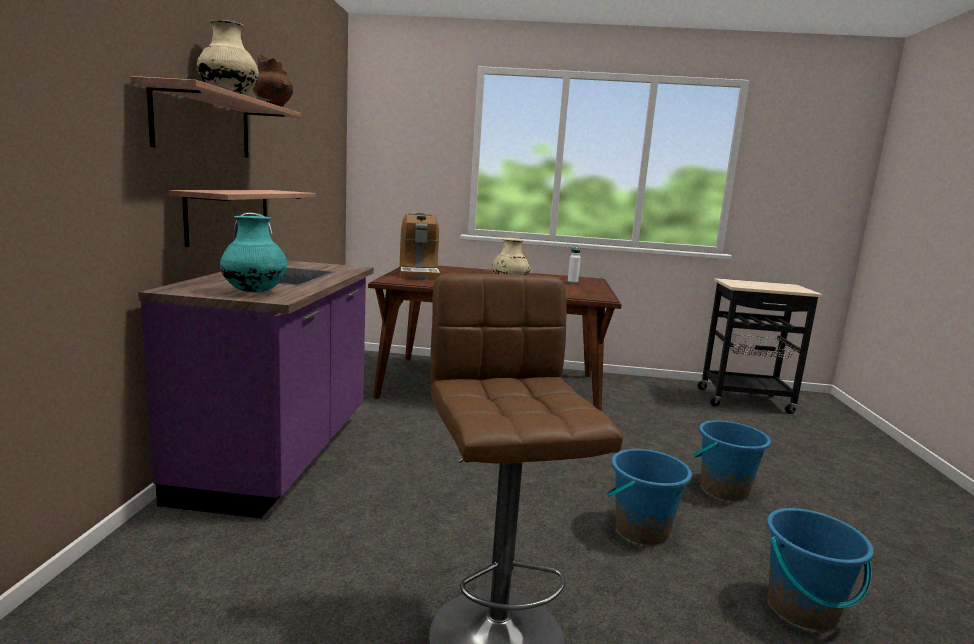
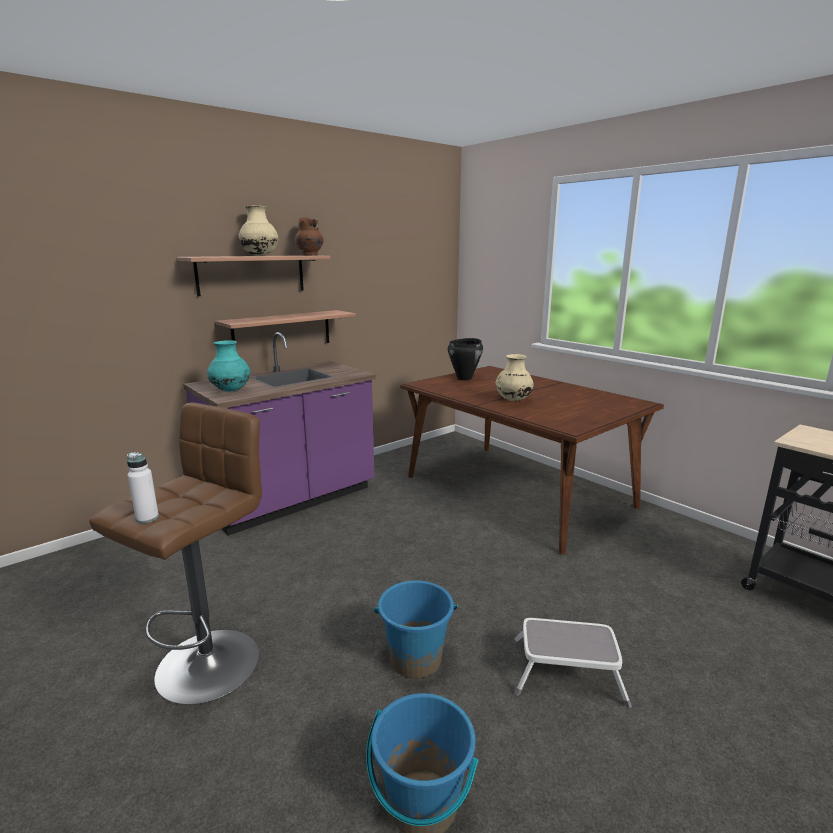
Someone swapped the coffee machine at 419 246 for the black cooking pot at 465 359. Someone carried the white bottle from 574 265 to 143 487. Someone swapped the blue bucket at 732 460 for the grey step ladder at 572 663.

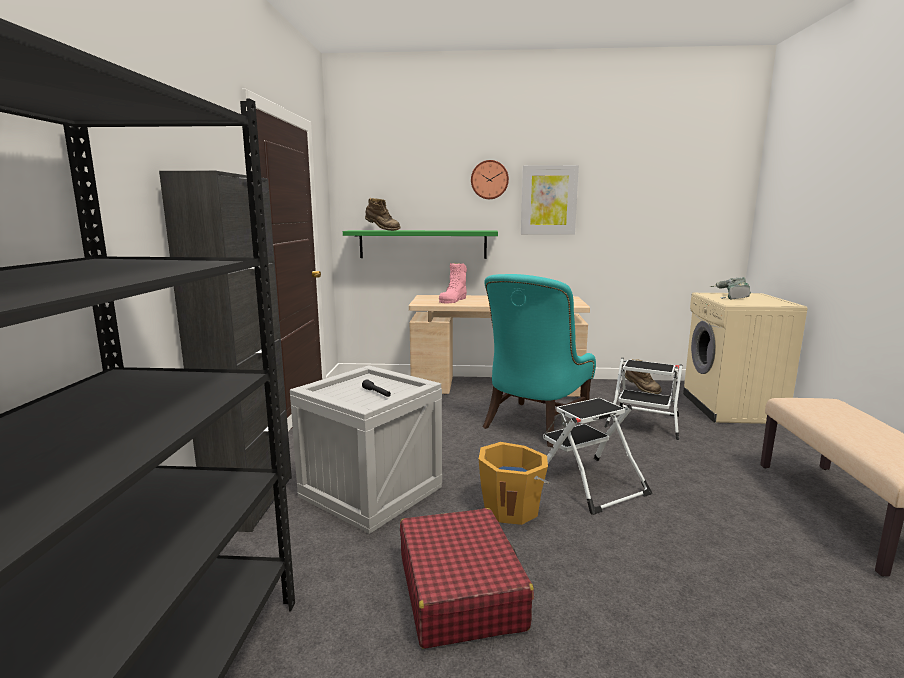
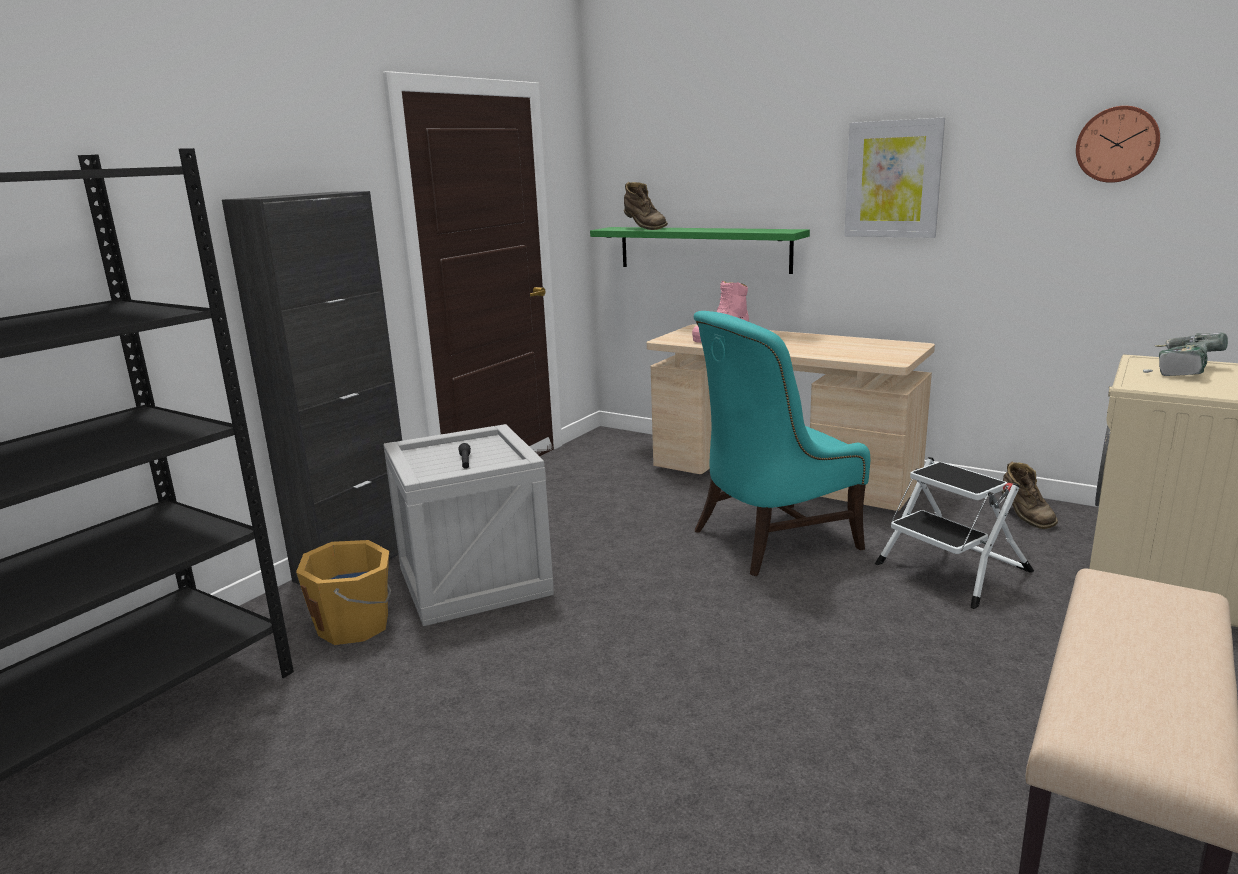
Someone took away the red suitcase at 467 578. Someone carried the wall clock from 490 179 to 1118 144. Someone carried the orange bucket from 515 483 to 343 592. Someone took away the step ladder at 598 456.

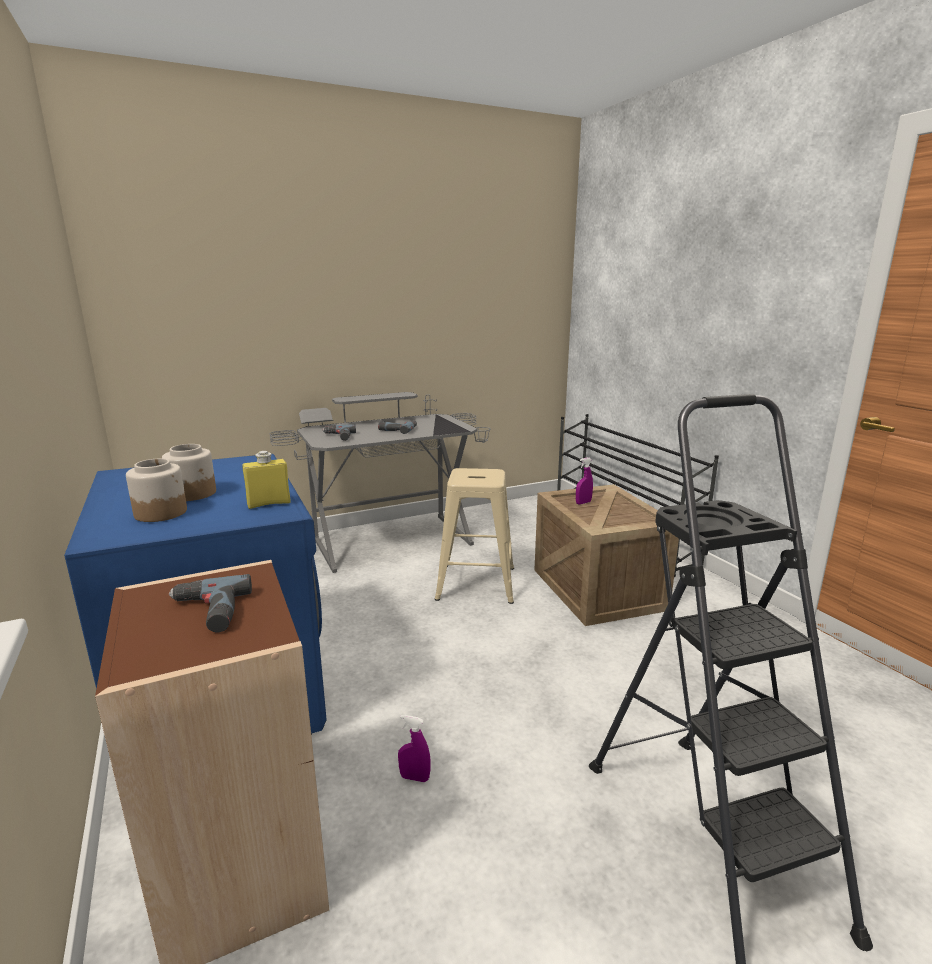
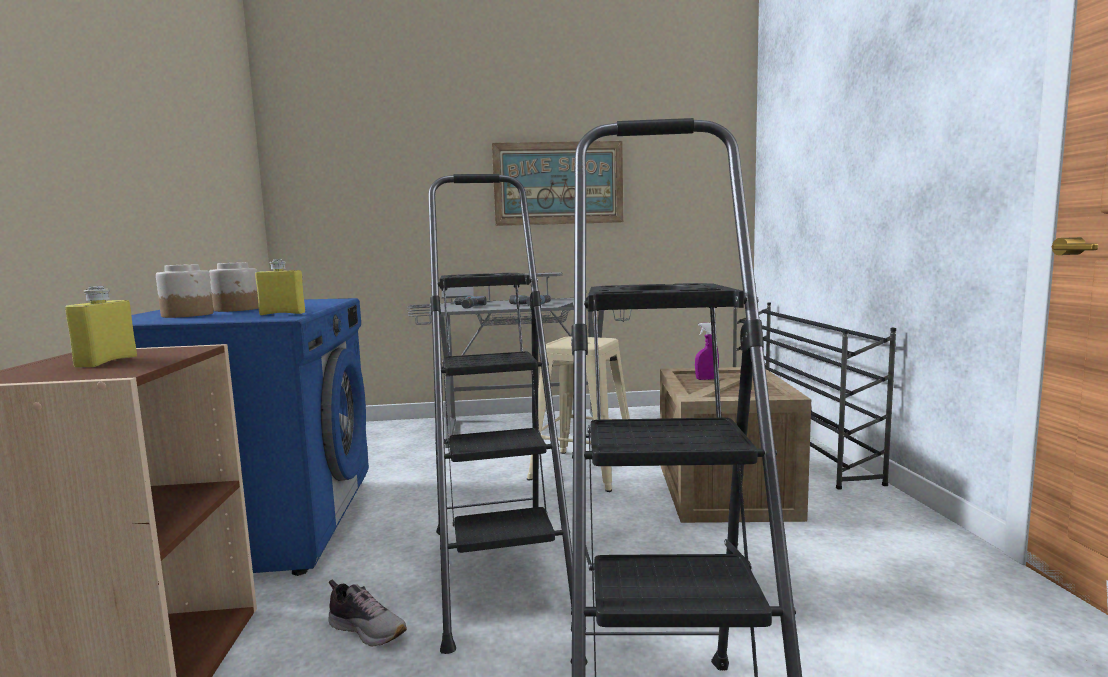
Someone swapped the power drill at 210 603 for the yellow bottle at 101 327. Someone swapped the purple spray bottle at 414 748 for the shoe at 368 613. Someone put down the step ladder at 500 414. Someone put up the picture at 557 183.

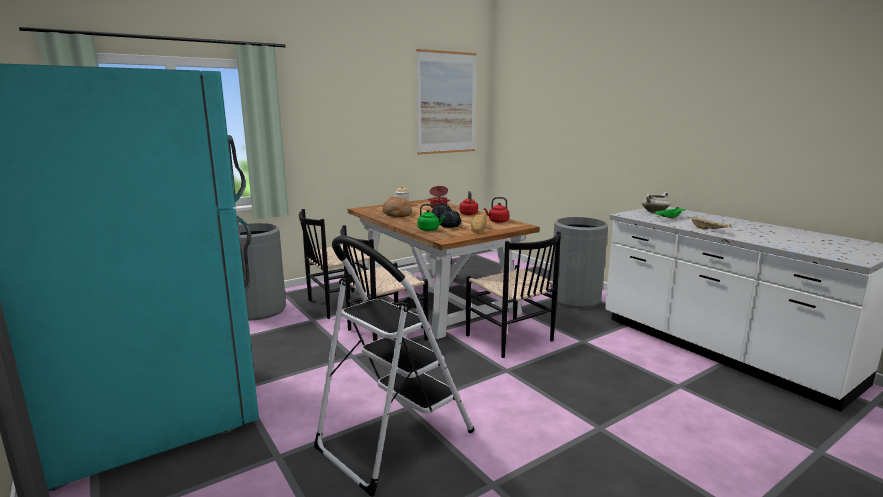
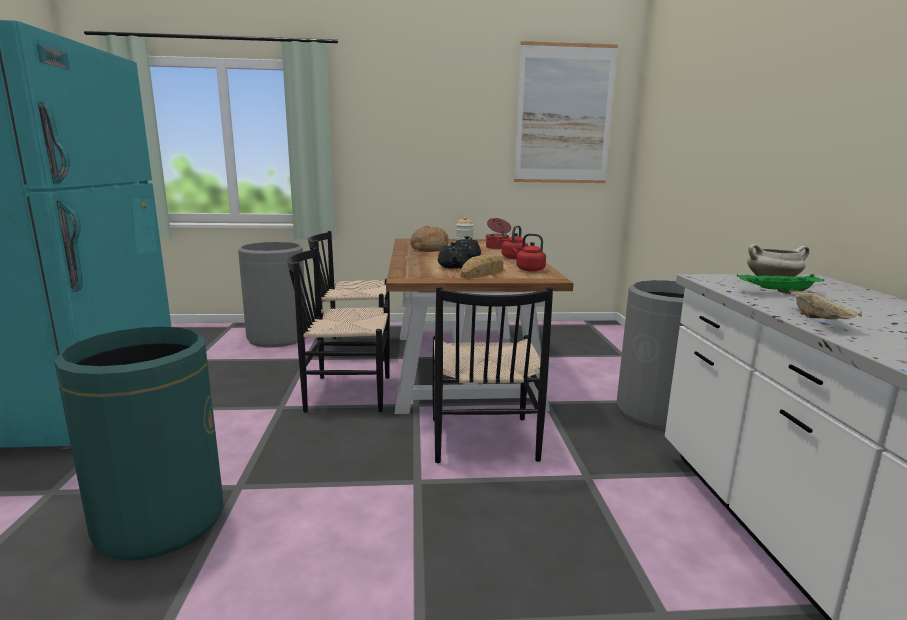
Someone swapped the step ladder at 394 366 for the green trash can at 138 444. Someone took away the green kettle at 431 217.

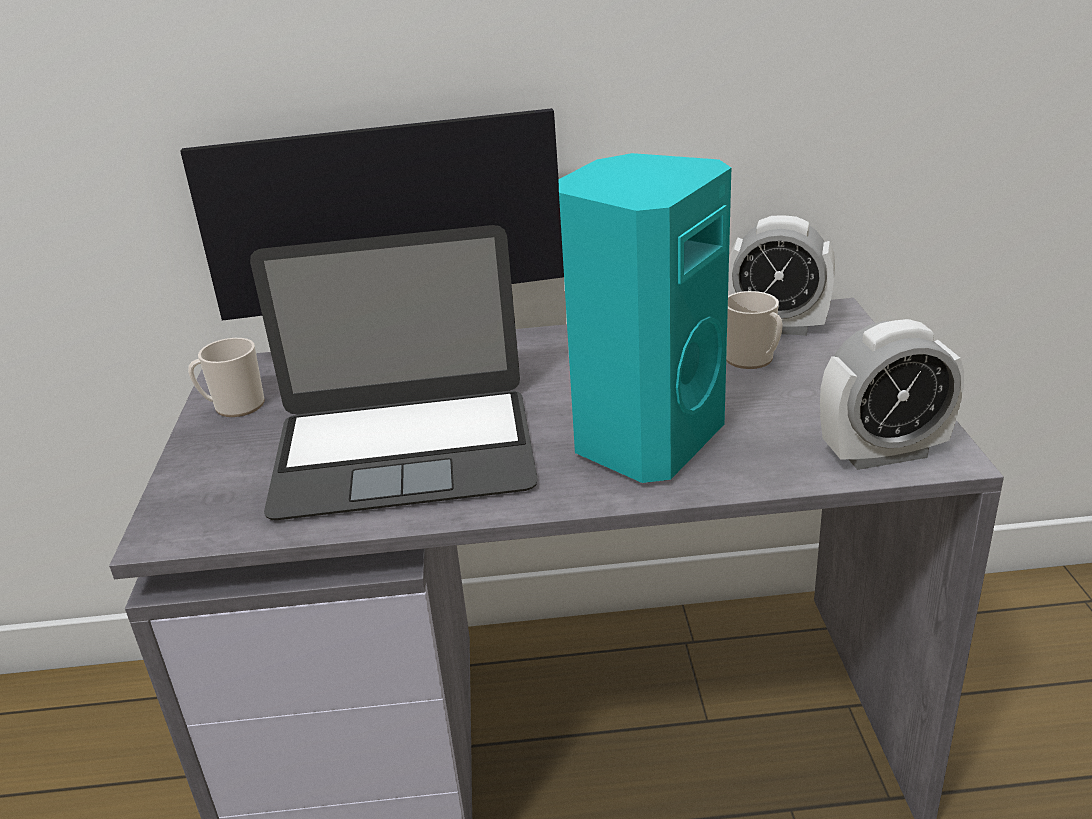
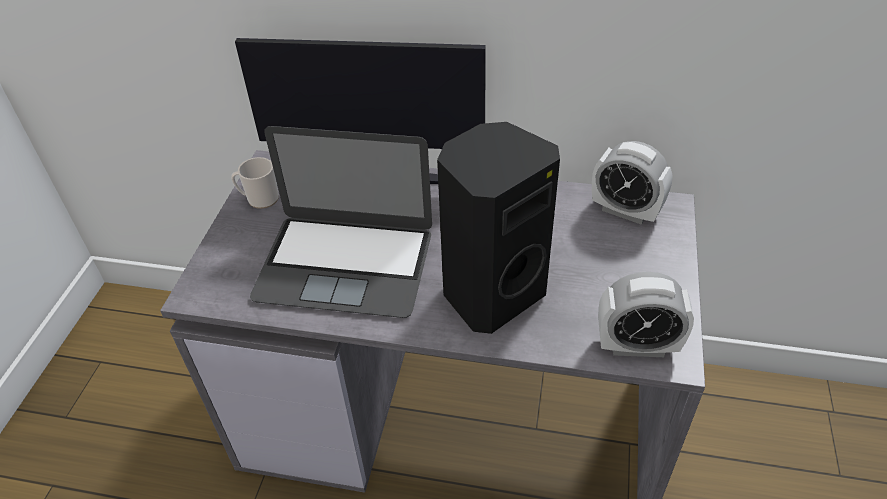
Someone repainted the turquoise speaker at 644 318, which became the black speaker at 498 228. Someone took away the mug at 754 330.

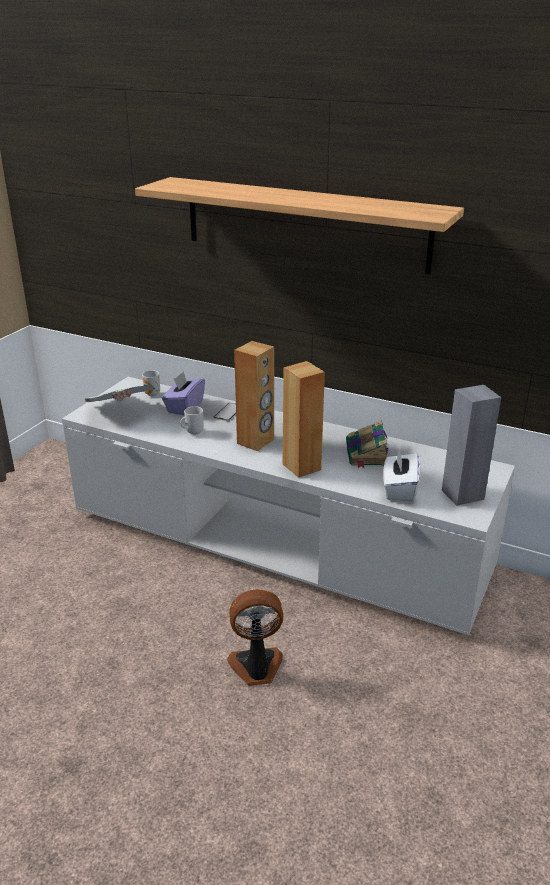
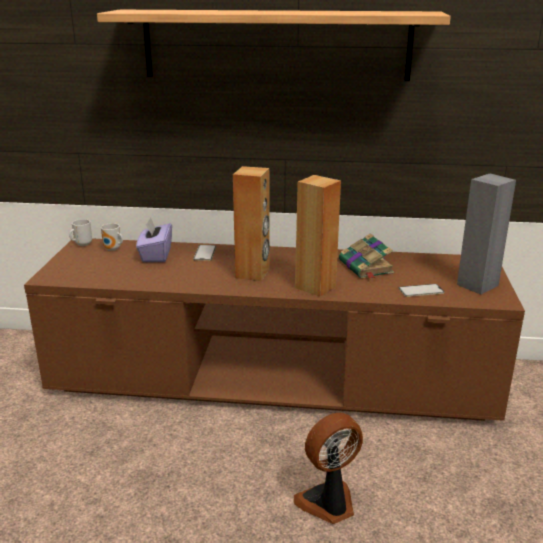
Someone repainted the white tv stand at 288 506, which became the brown tv stand at 274 329. Someone took away the newspaper at 120 393. Someone carried the mug from 192 420 to 80 232. Someone swapped the white tissue box at 401 476 for the phone at 421 290.

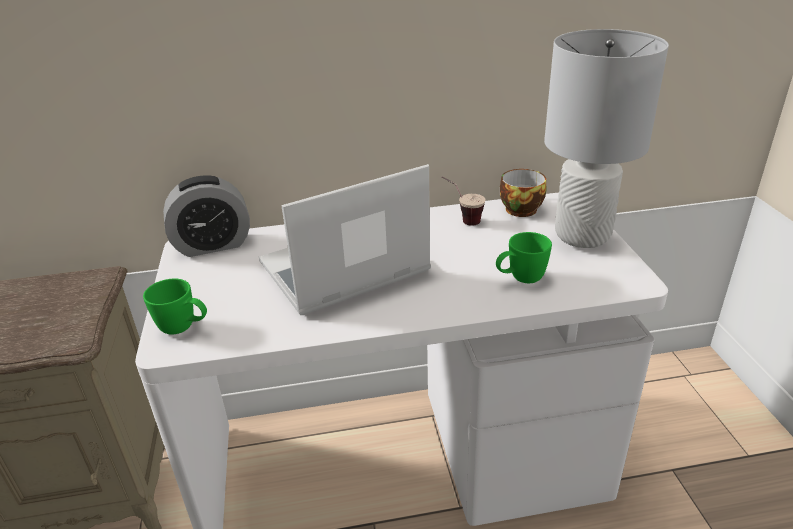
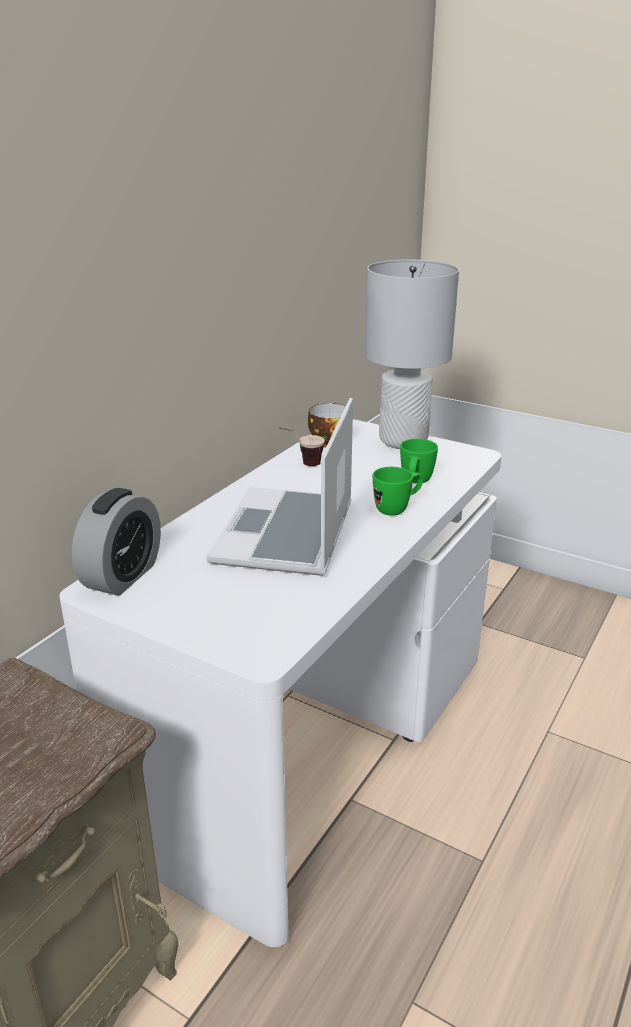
Someone carried the green mug from 175 307 to 398 491.

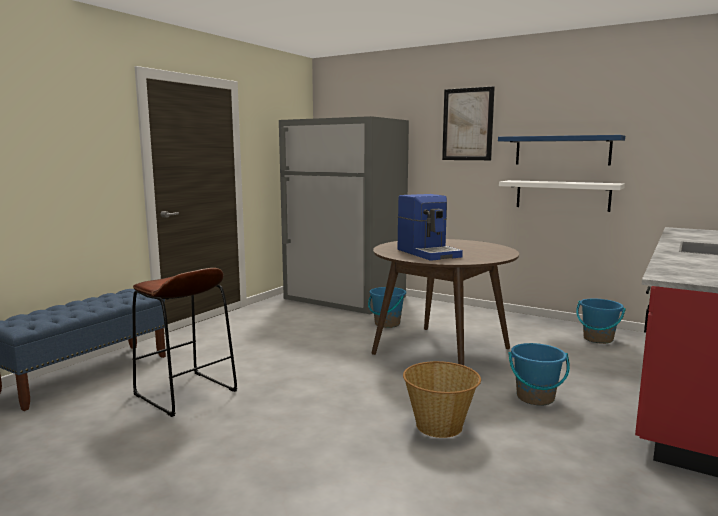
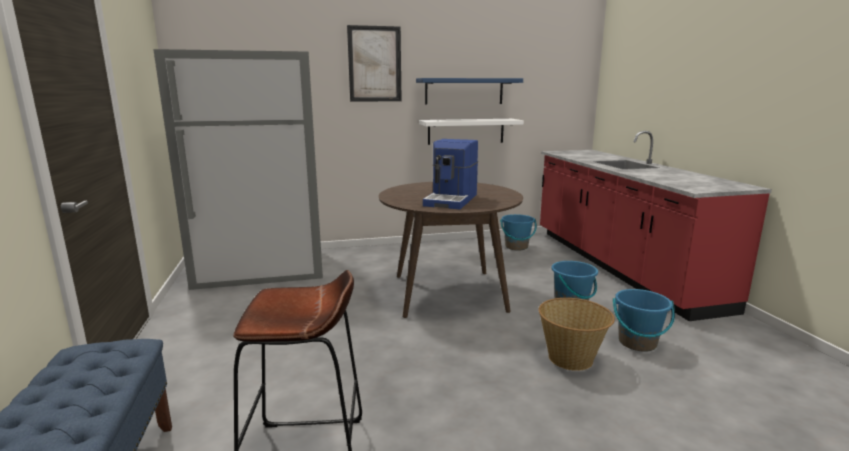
Someone carried the blue bucket from 387 307 to 644 320. Someone rotated the coffee machine at 430 227 by 90 degrees clockwise.

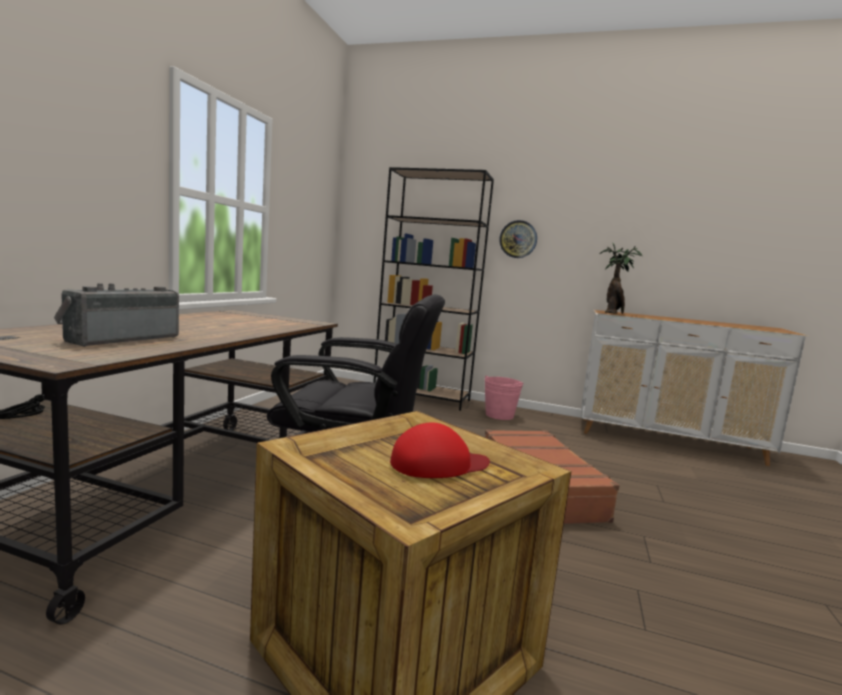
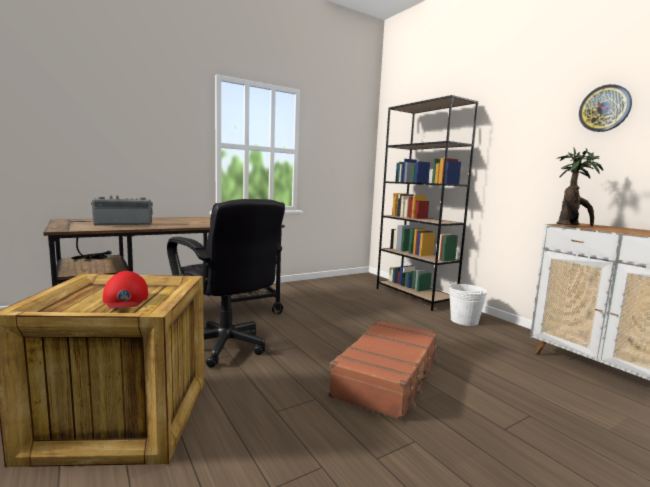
Someone rotated the red cap at 440 450 by 45 degrees clockwise. Someone repainted the pink bucket at 503 398, which became the white bucket at 468 304. Someone carried the wall clock from 518 239 to 605 108.

